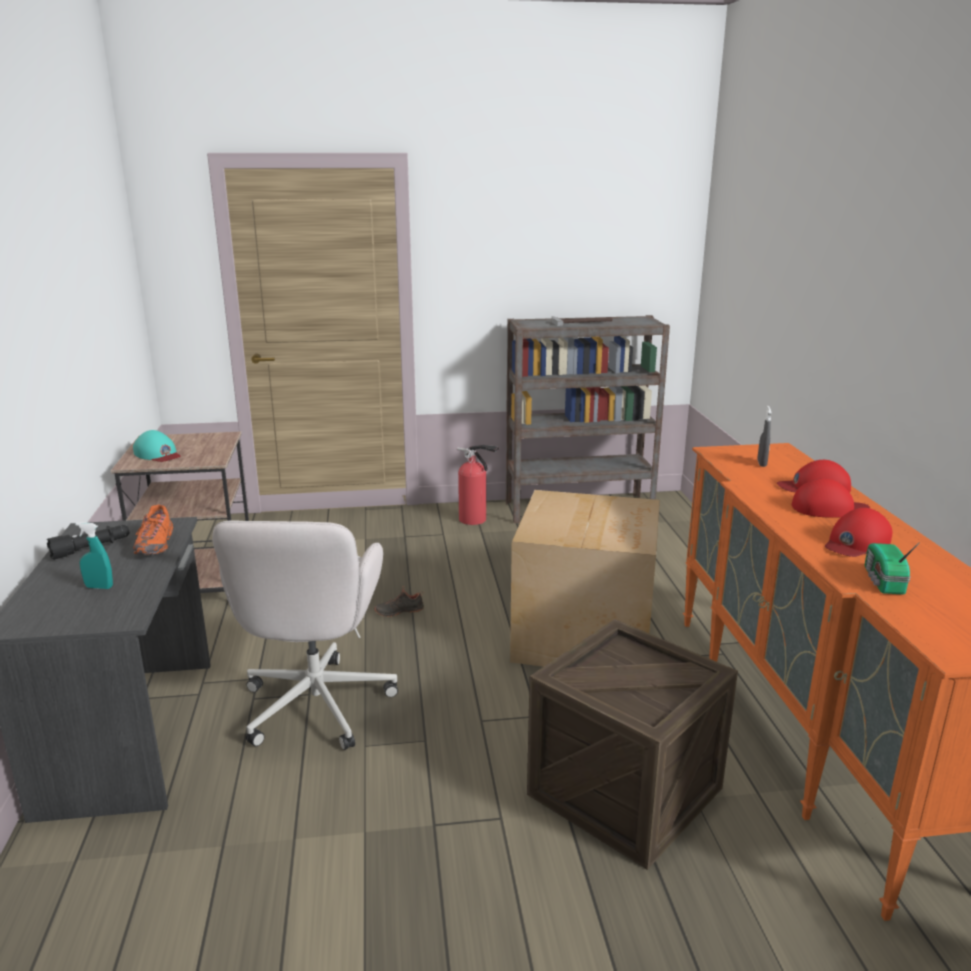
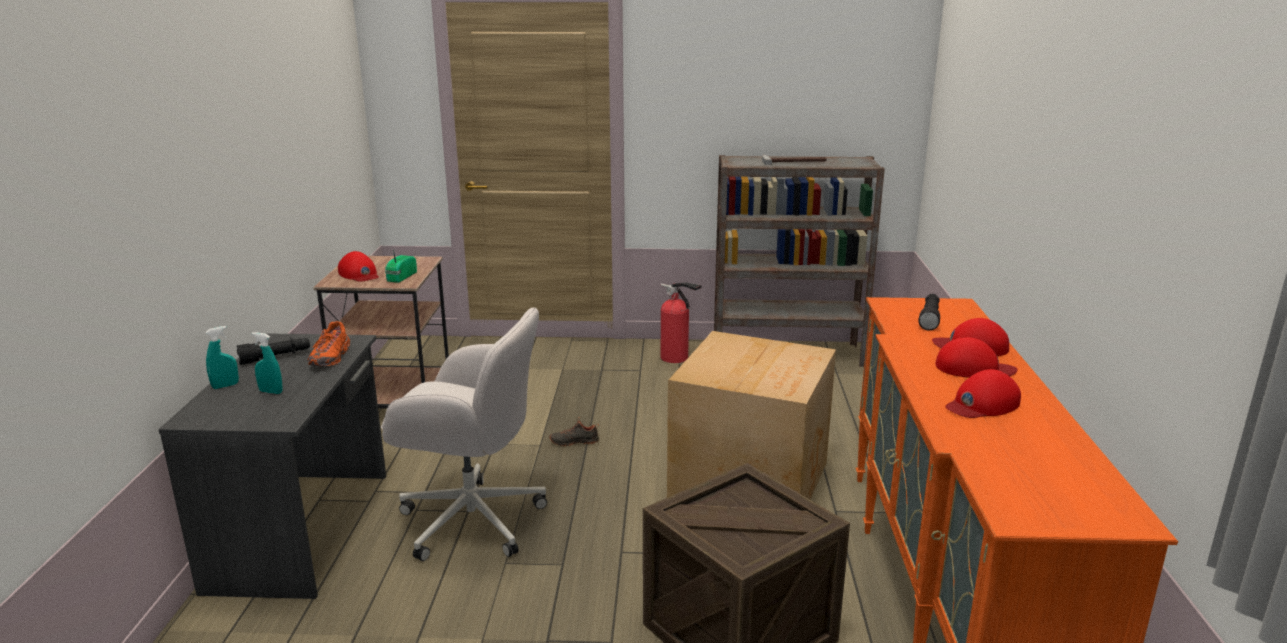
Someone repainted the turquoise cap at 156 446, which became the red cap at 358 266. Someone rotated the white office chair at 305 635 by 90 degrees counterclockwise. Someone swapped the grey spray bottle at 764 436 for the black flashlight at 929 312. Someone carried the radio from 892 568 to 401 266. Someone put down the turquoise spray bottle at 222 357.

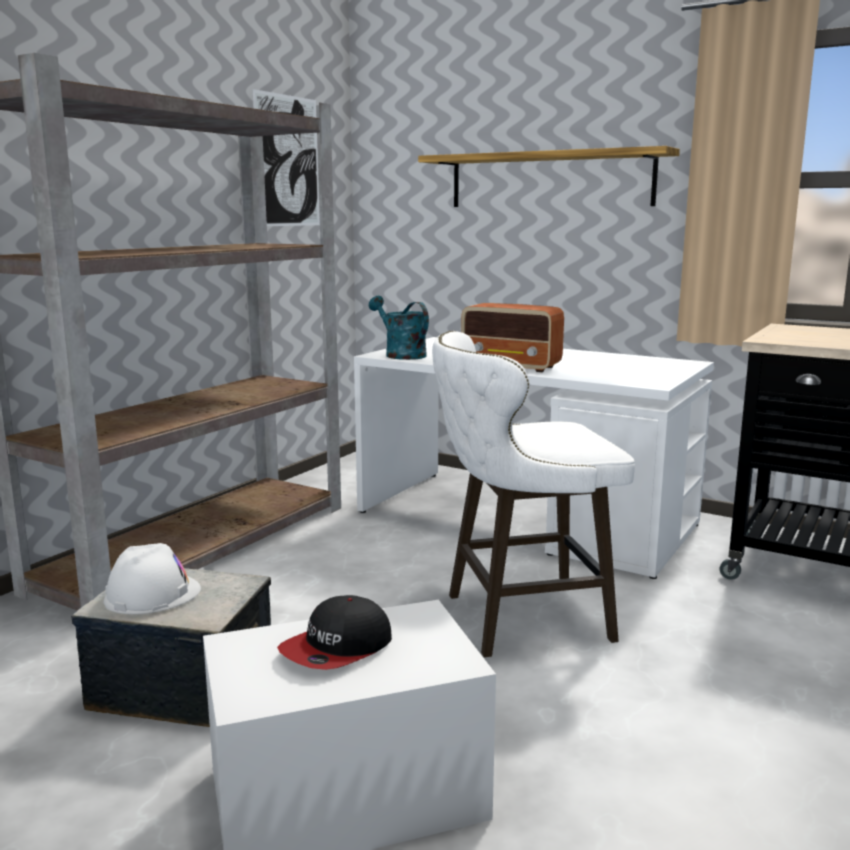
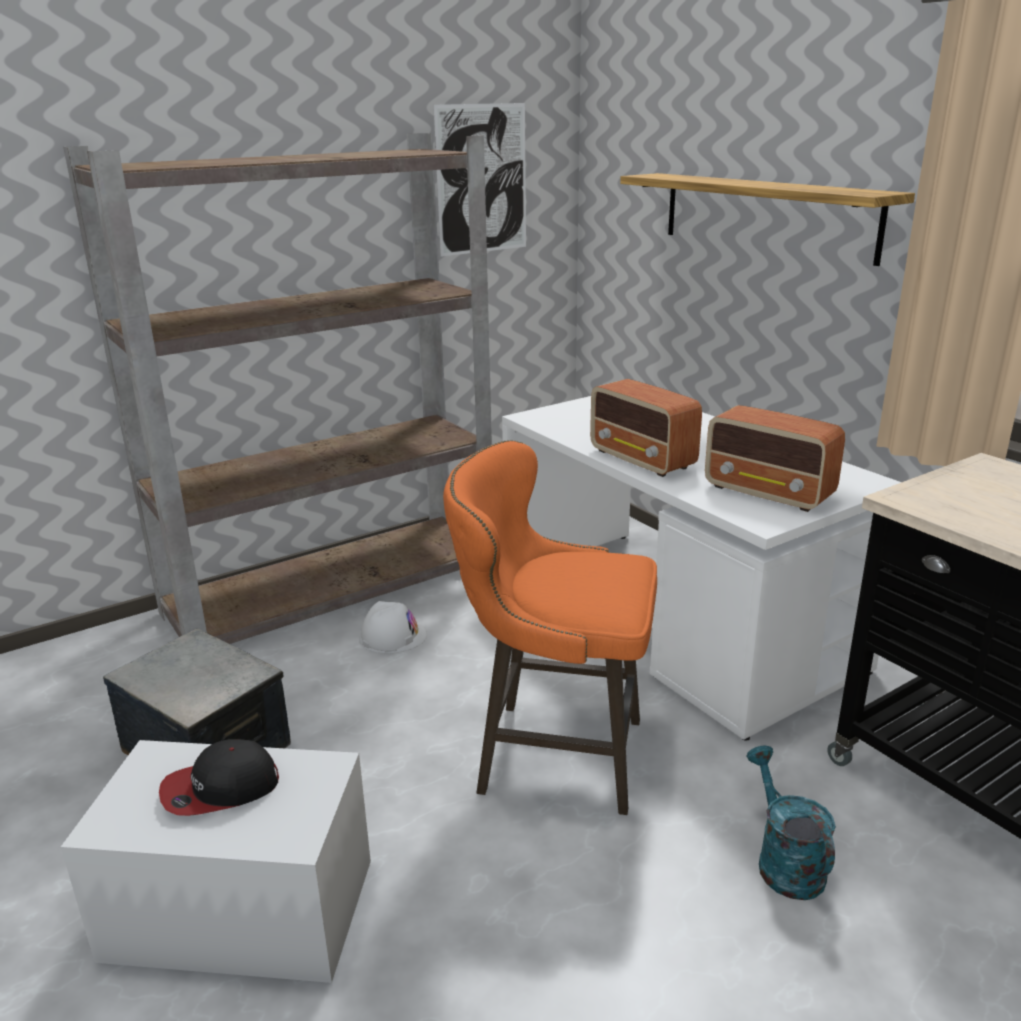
Someone carried the white hard hat from 152 578 to 393 627. Someone carried the turquoise watering can from 399 328 to 791 823. Someone repainted the white stool at 533 494, which became the orange stool at 550 627. Someone put down the radio at 775 458.

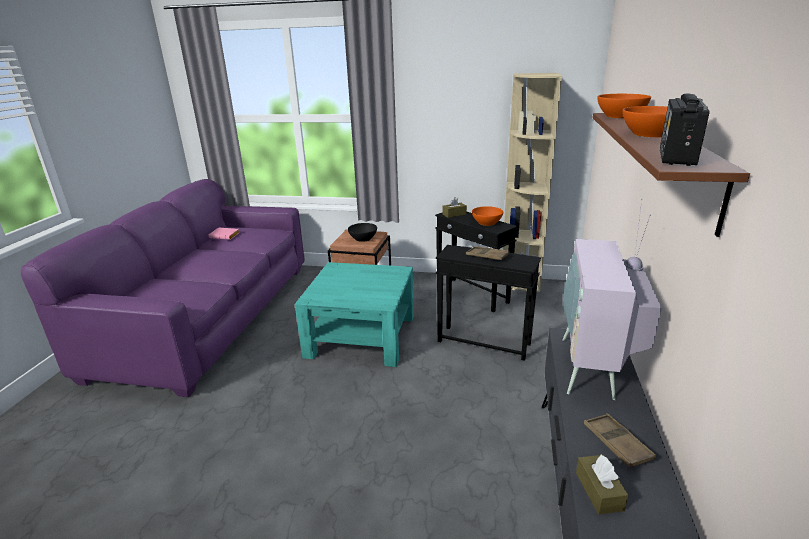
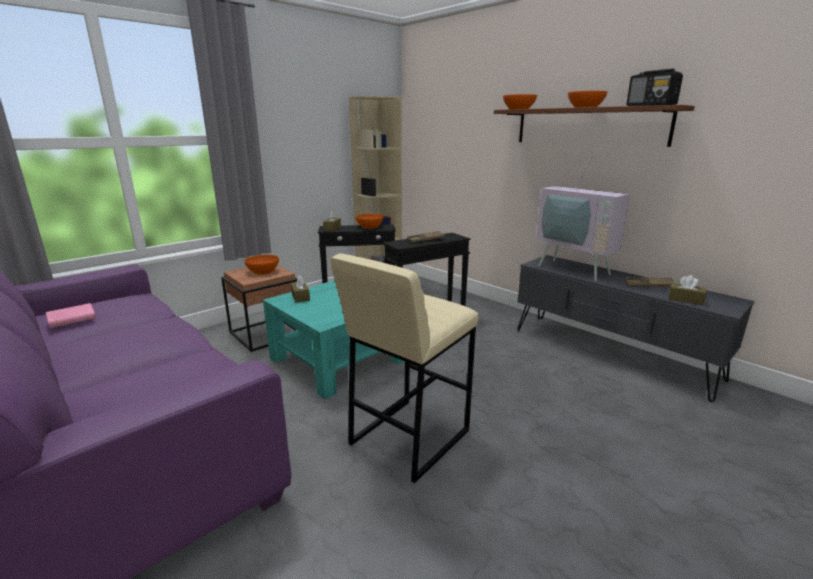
Someone repainted the black bowl at 362 232, which became the orange bowl at 261 265. Someone put down the brown tissue box at 300 289. Someone put down the beige stool at 404 368.

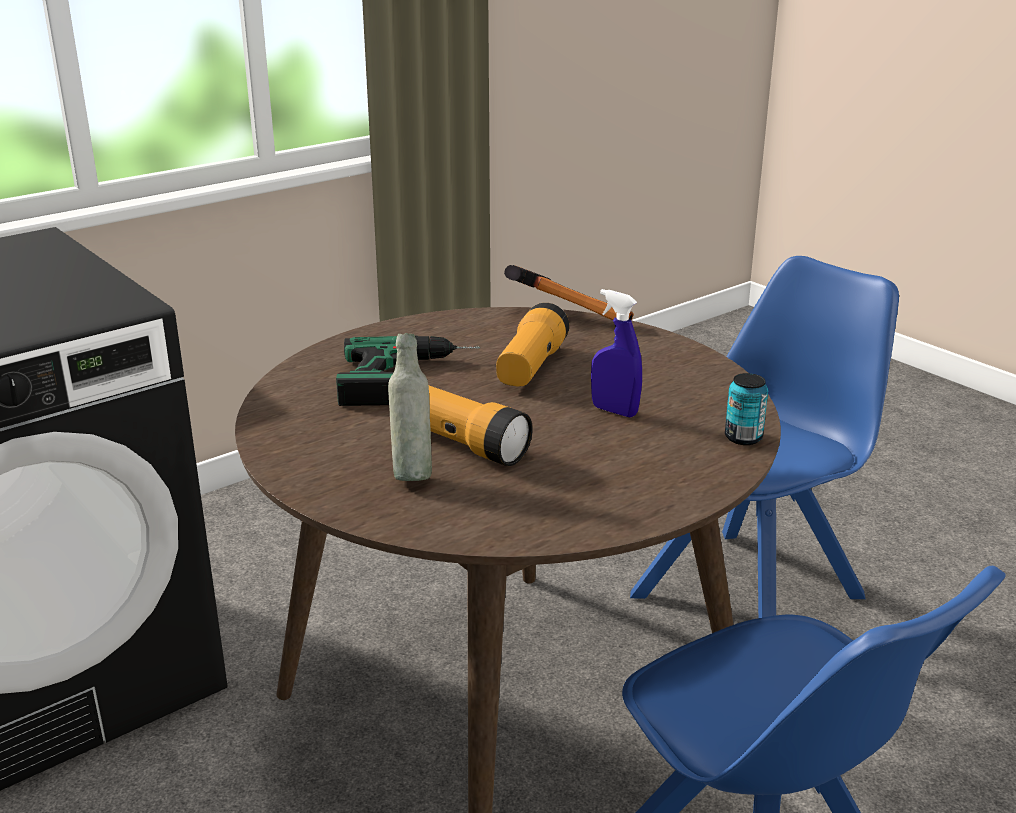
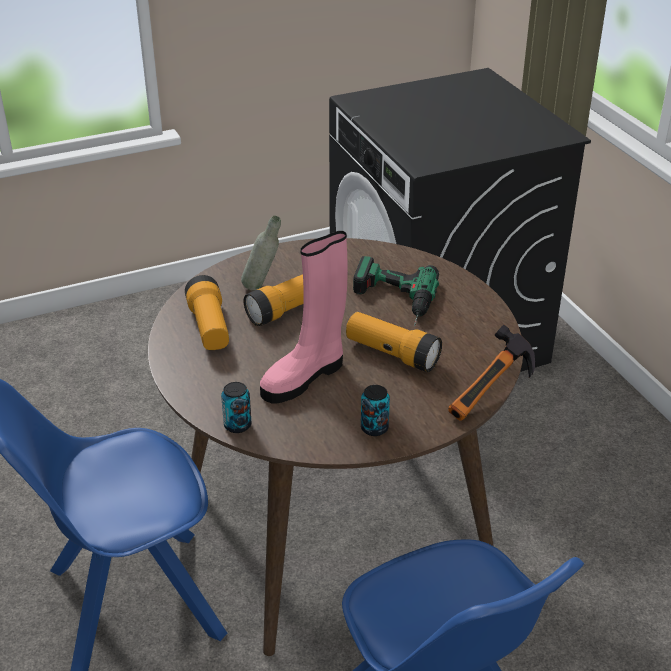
Someone swapped the blue spray bottle at 616 353 for the pink boot at 304 317. Someone put down the flashlight at 207 312. Someone put down the can at 375 410.

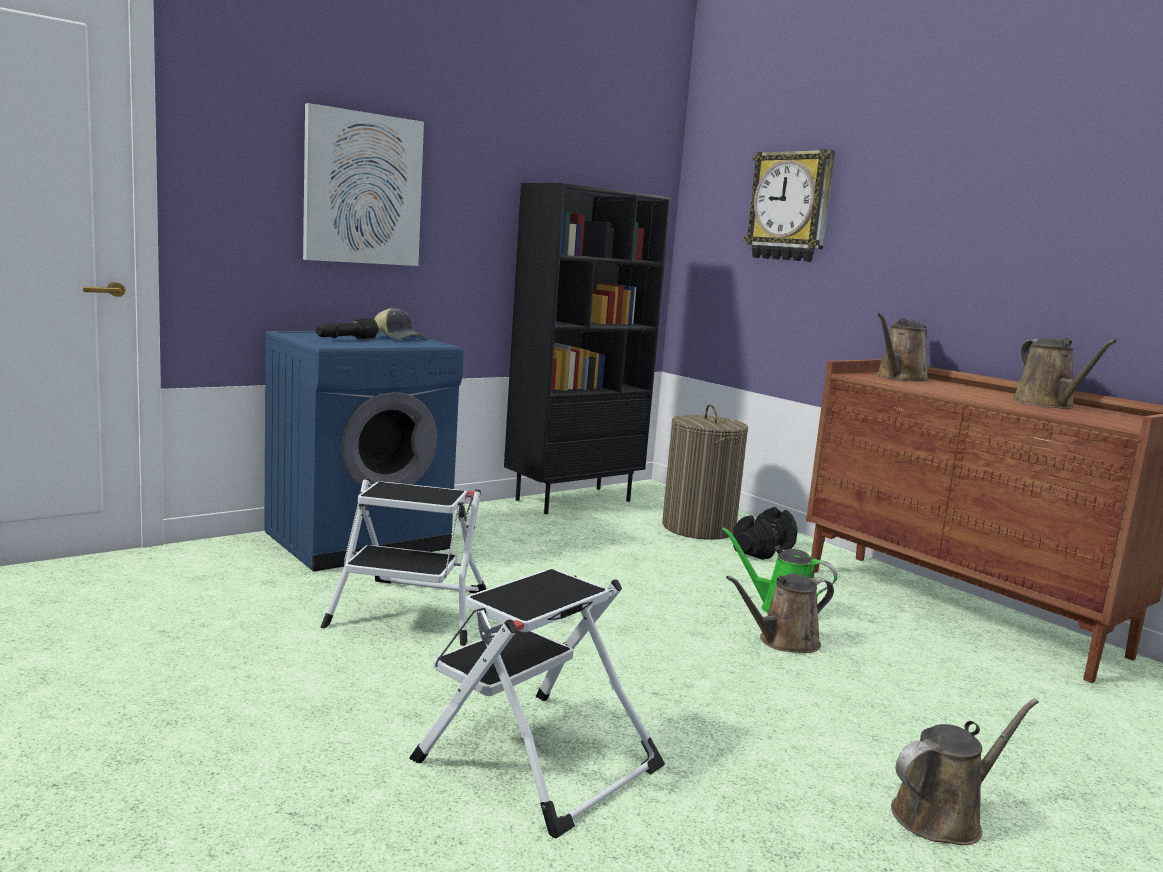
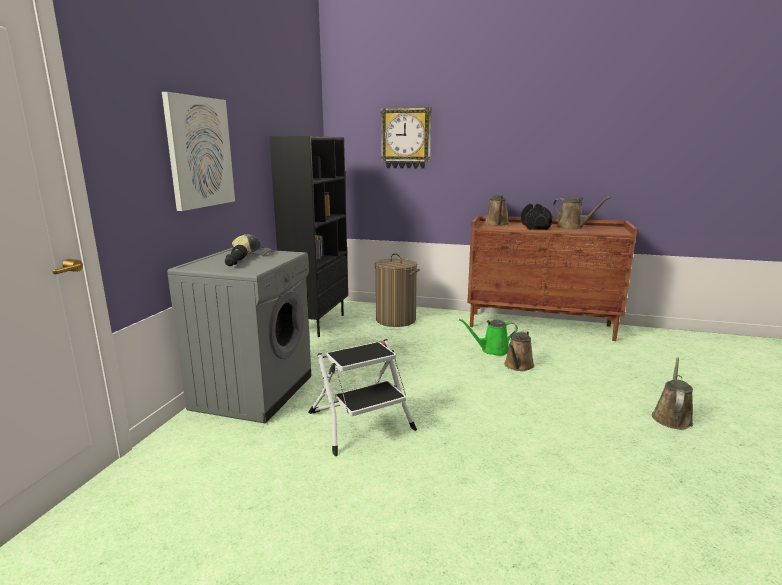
Someone repainted the blue washing machine at 363 451, which became the grey washing machine at 239 336. Someone took away the step ladder at 537 704. Someone carried the black dumbbell from 765 533 to 536 217.

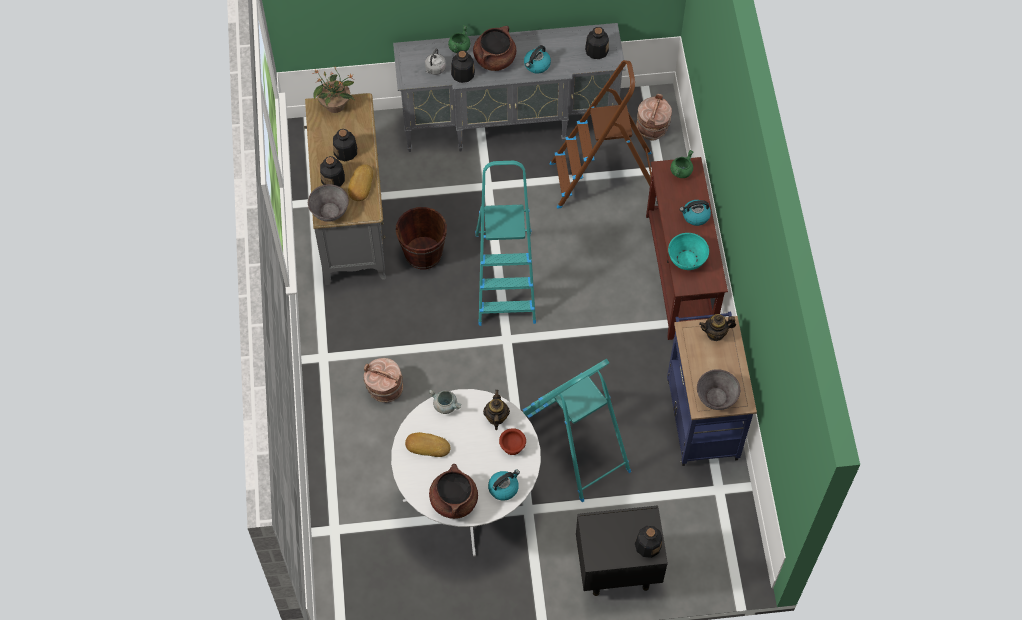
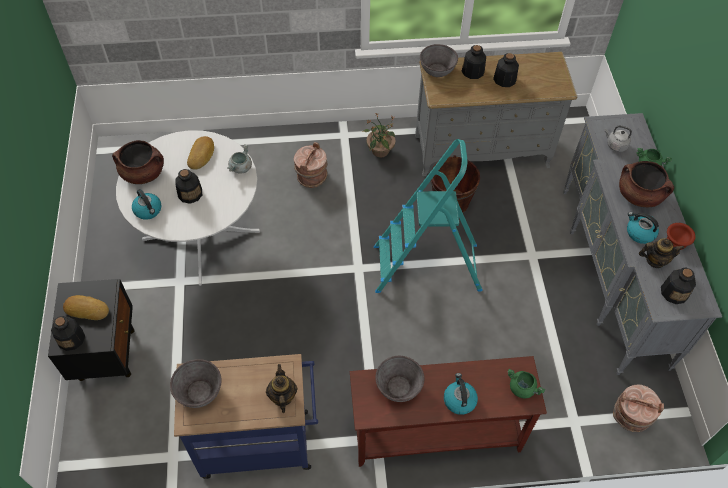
Someone carried the potted plant from 333 90 to 379 135. Someone carried the bread from 361 182 to 86 307. Someone carried the bottle from 463 66 to 188 186. Someone carried the teapot from 496 410 to 661 253. Someone carried the brown bowl from 512 441 to 681 236. Someone took away the turquoise step ladder at 577 430. Someone took away the brown step ladder at 600 134. Someone repainted the turquoise bowl at 688 251, which became the grey bowl at 400 379.

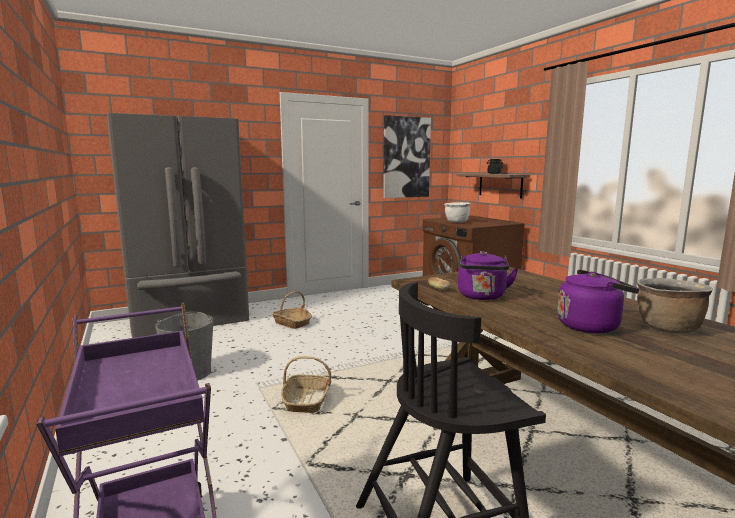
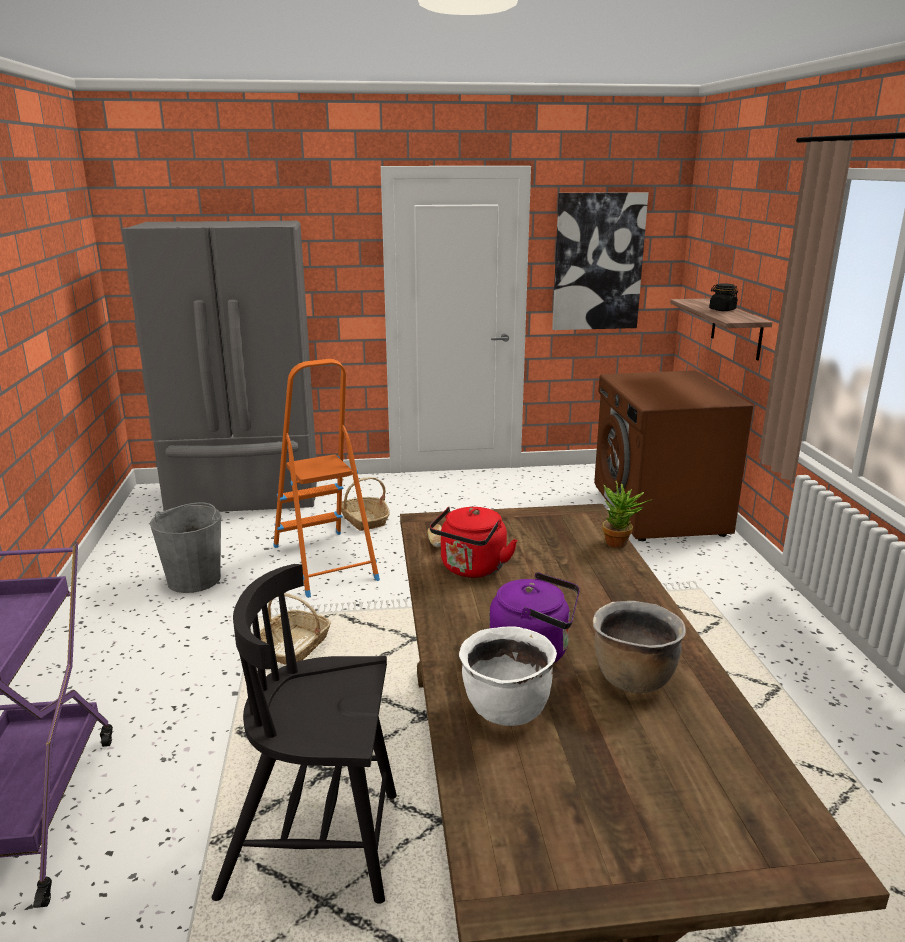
Someone carried the white cooking pot from 457 212 to 508 676. Someone repainted the purple kettle at 488 275, which became the red kettle at 473 542. Someone put down the orange step ladder at 326 478. Someone put down the potted plant at 627 514.

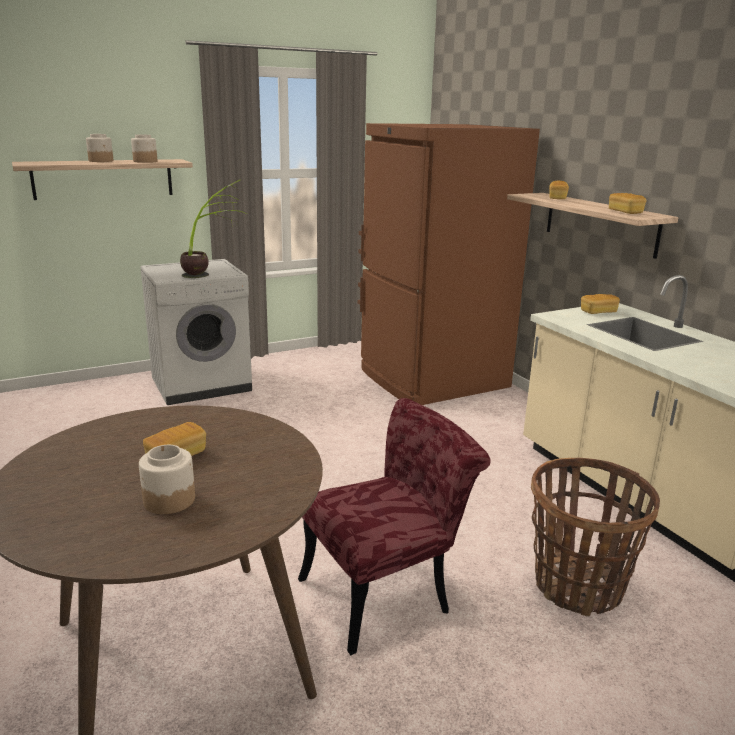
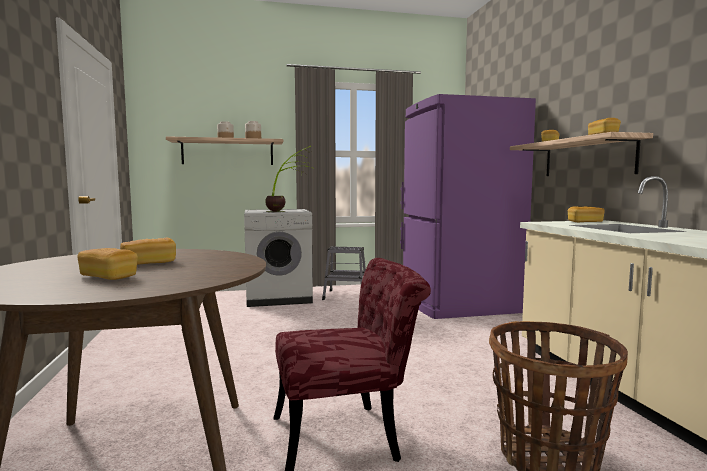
Someone swapped the jar at 167 479 for the bread at 107 264. Someone repainted the brown fridge at 449 264, which became the purple fridge at 468 206. Someone put down the grey step ladder at 344 273.

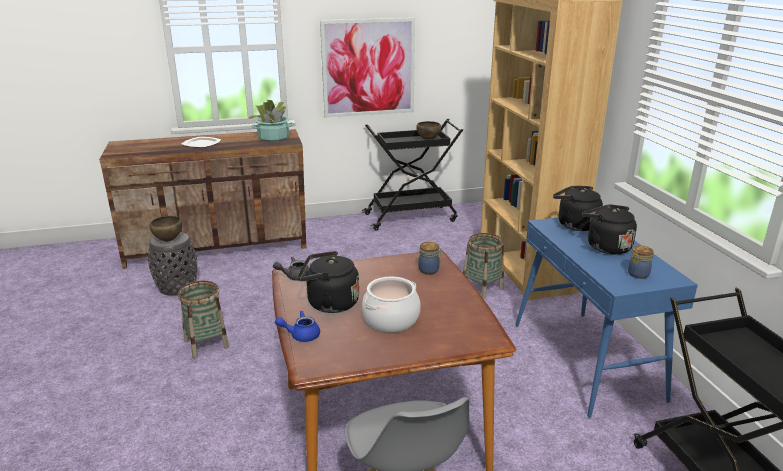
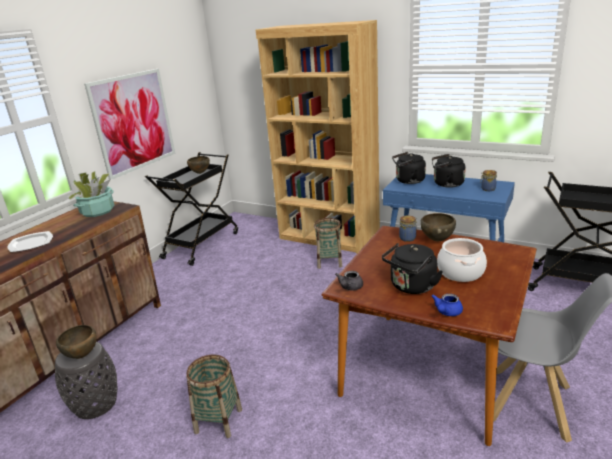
Someone put down the brown bowl at 438 227.

